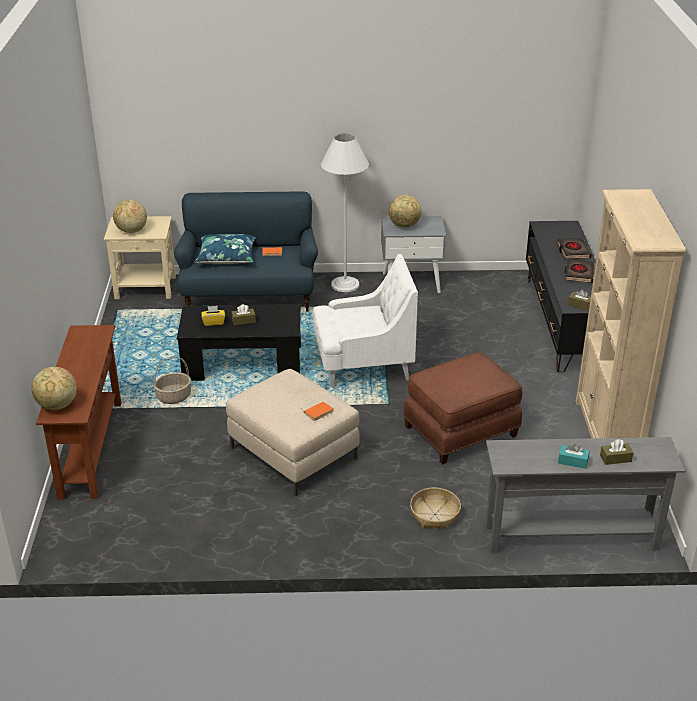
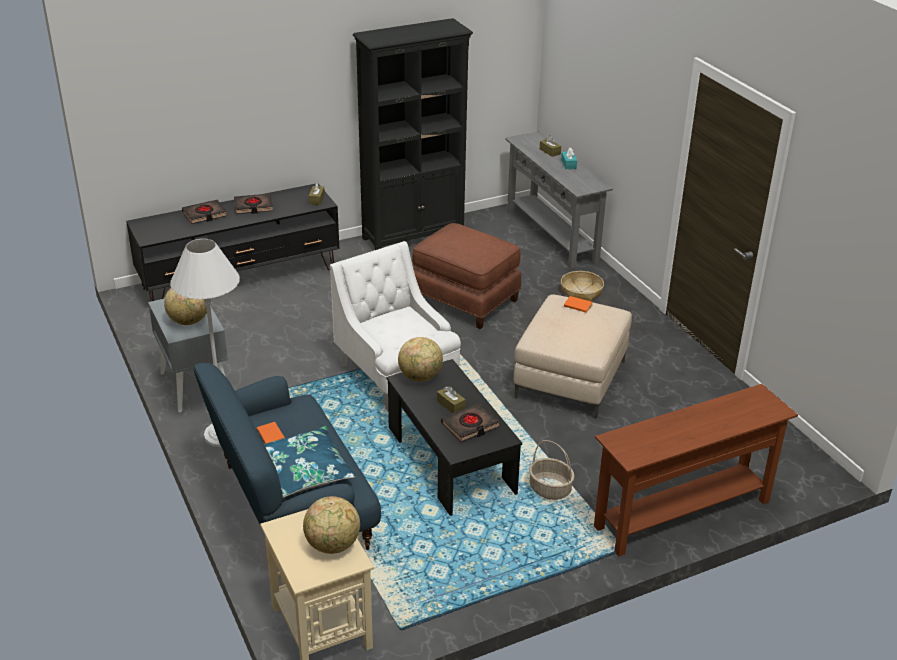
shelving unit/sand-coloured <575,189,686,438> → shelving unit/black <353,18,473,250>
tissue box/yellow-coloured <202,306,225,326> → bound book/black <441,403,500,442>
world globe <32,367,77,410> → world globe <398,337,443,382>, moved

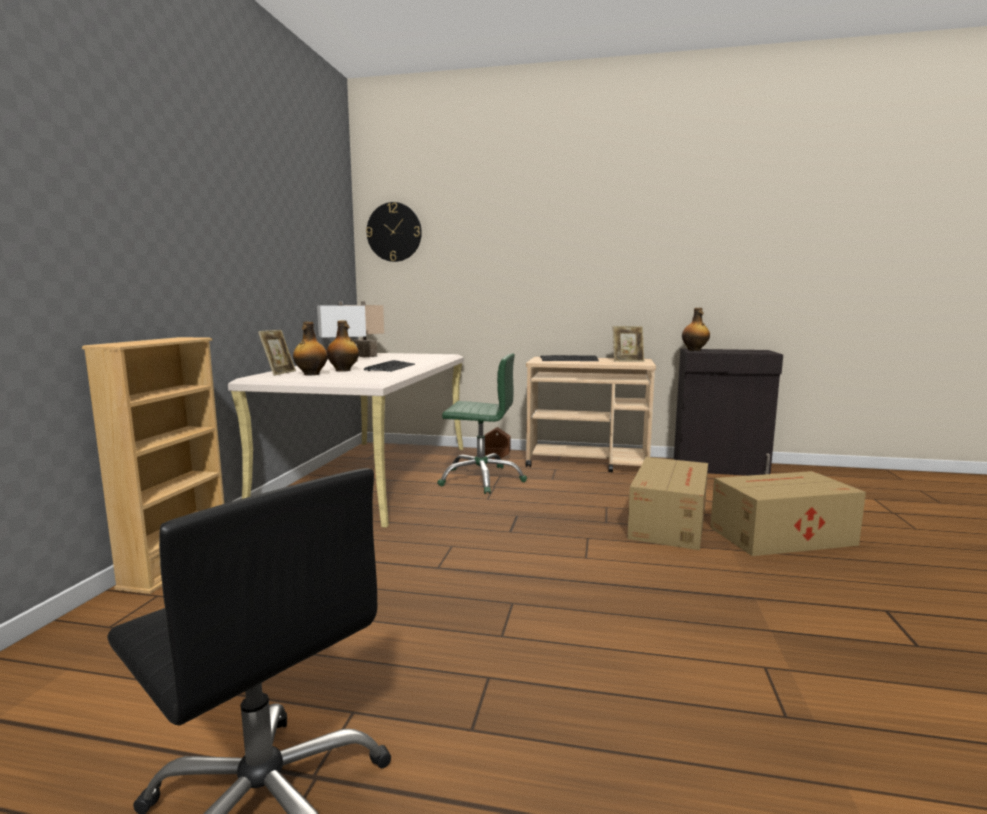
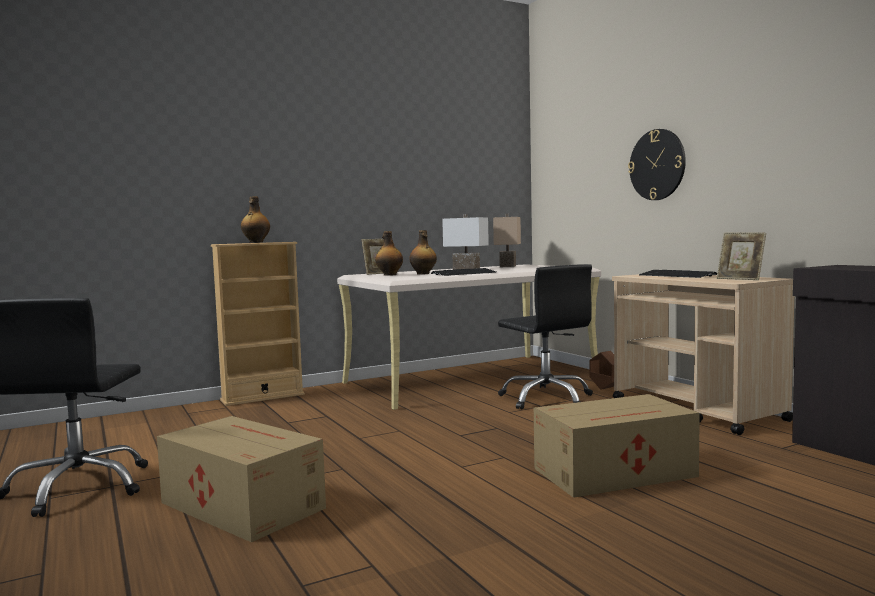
clock on the wall <366,202,422,262> → clock on the wall <628,129,686,200>, moved
drink bottle <682,308,710,351> → drink bottle <241,196,270,243>, moved
computer chair/green-coloured <437,353,527,494> → computer chair/black <498,264,593,410>
packing box <710,471,866,556> → packing box <157,416,326,542>, moved

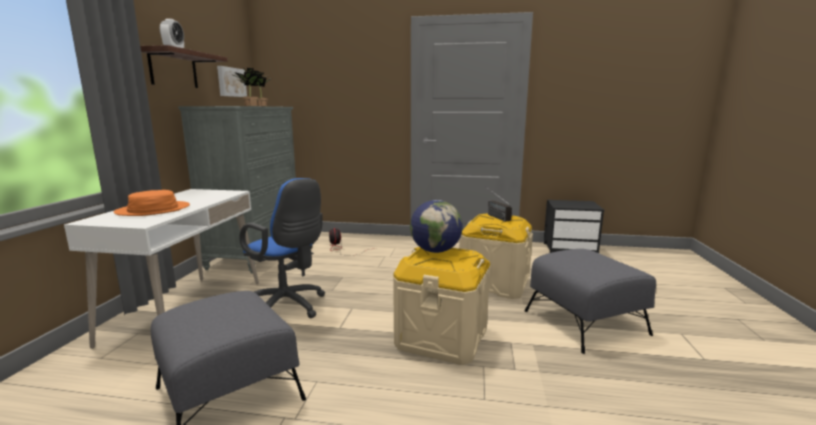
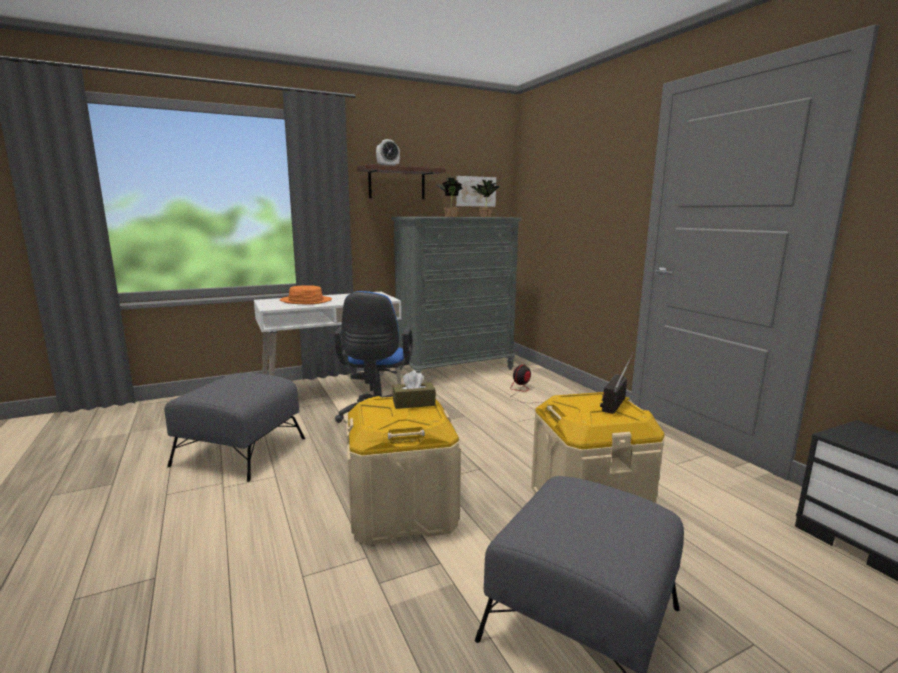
world globe <410,200,463,253> → tissue box/brown <392,370,436,409>

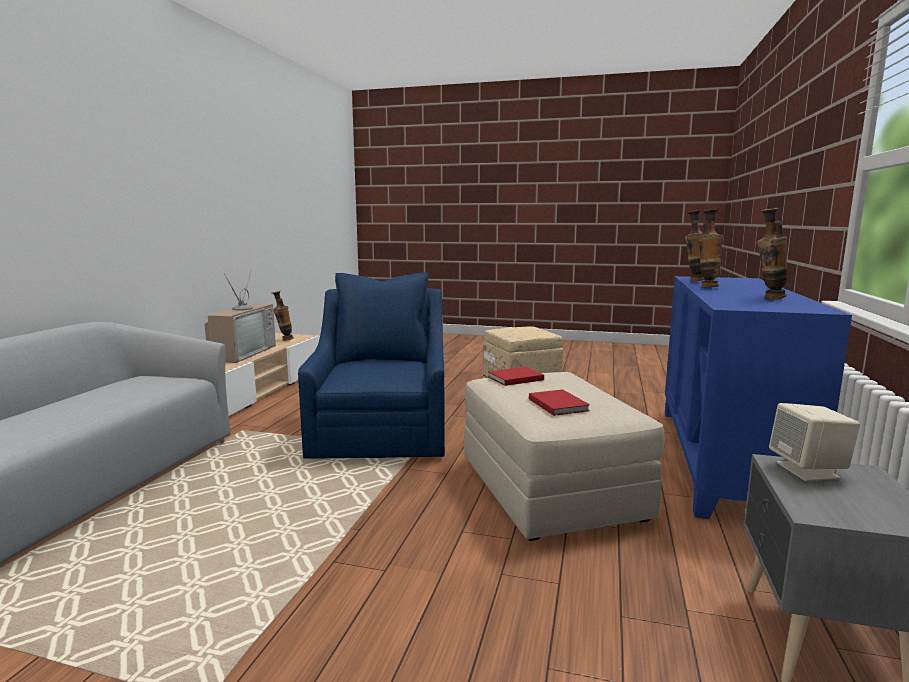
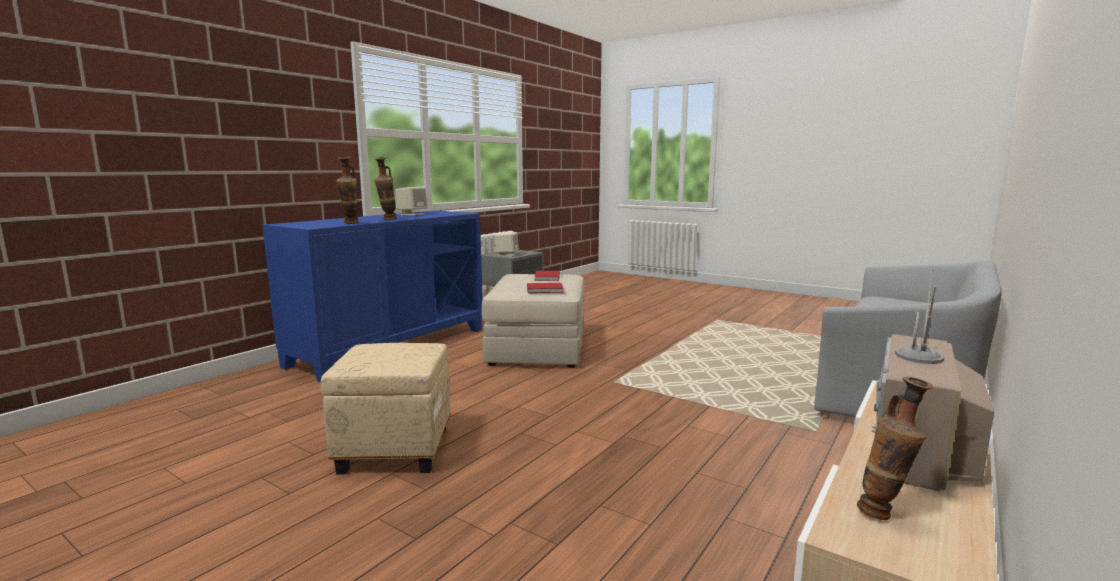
decorative vase <757,208,787,299> → loudspeaker/sand-coloured <395,187,428,216>
armchair/blue <298,272,445,459> → -

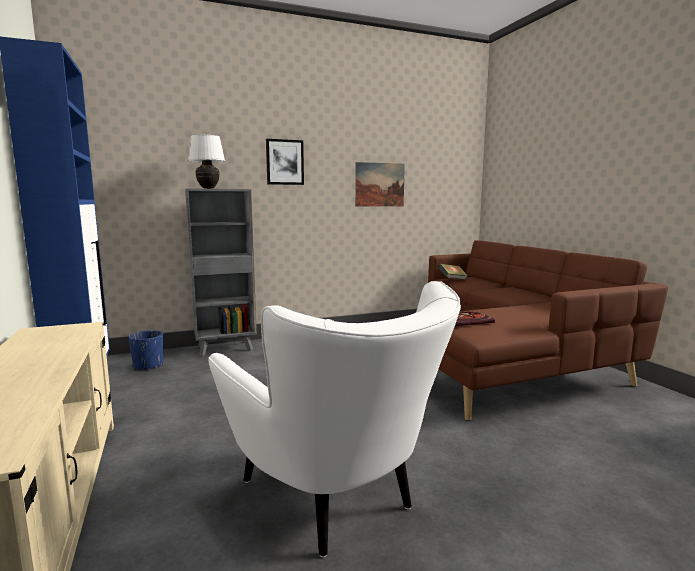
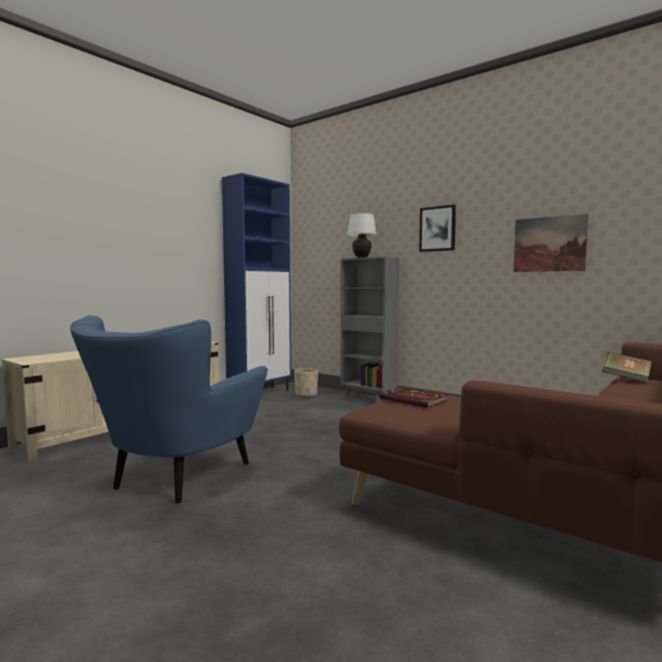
armchair/whitish <208,281,461,557> → armchair/blue <70,315,268,504>
planter/blue <128,330,163,370> → planter/sand-coloured <294,368,318,397>

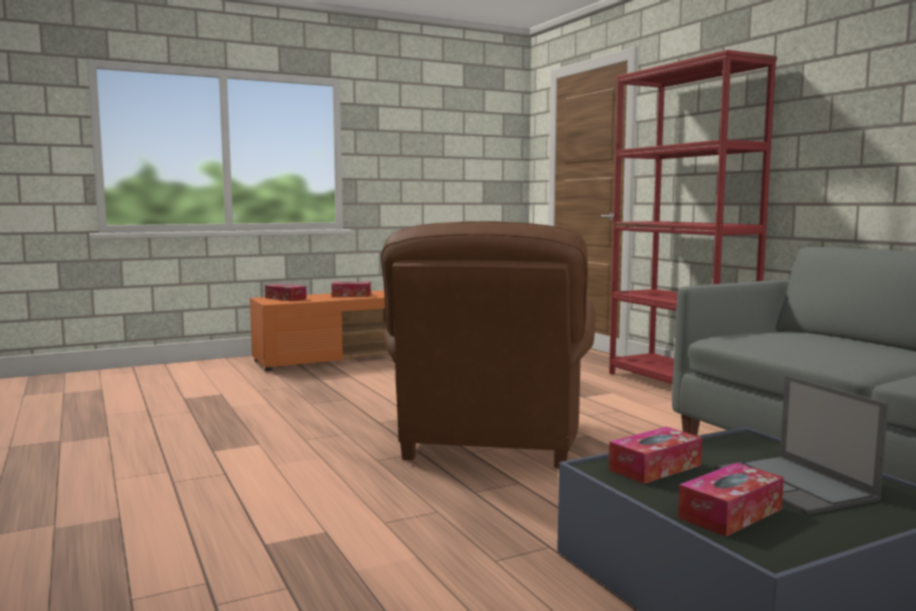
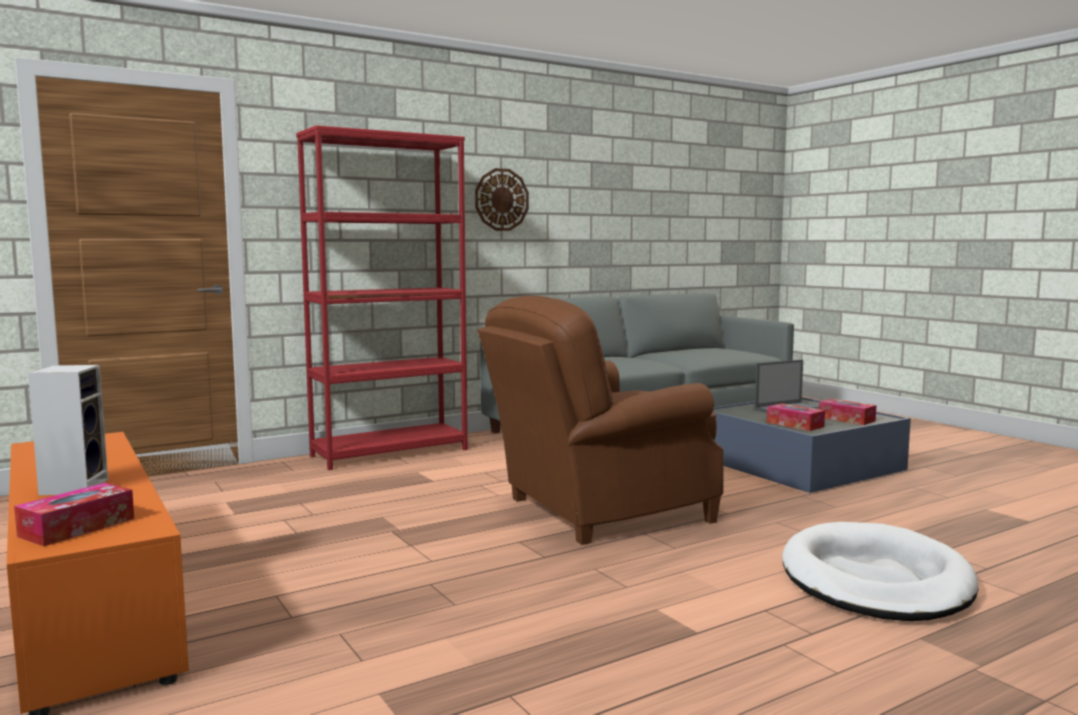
armchair/brown <381,221,596,468> → armchair/brown <477,296,724,545>, 150 degrees clockwise
tissue box <332,282,371,296> → loudspeaker <28,365,108,495>
- → clock on the wall <475,168,529,231>
- → dog cushion/whitish <782,522,979,621>

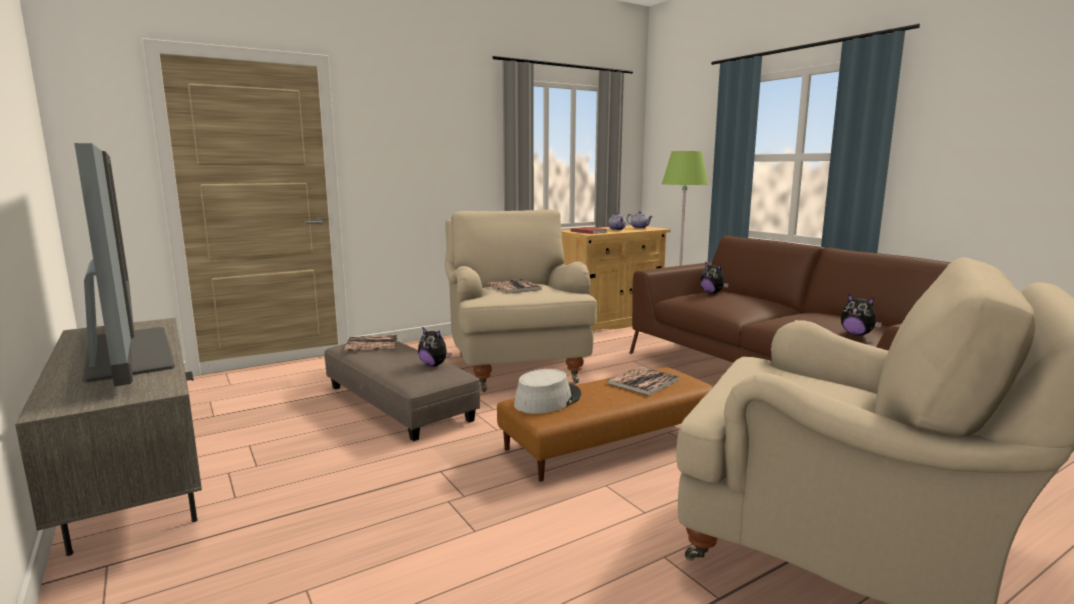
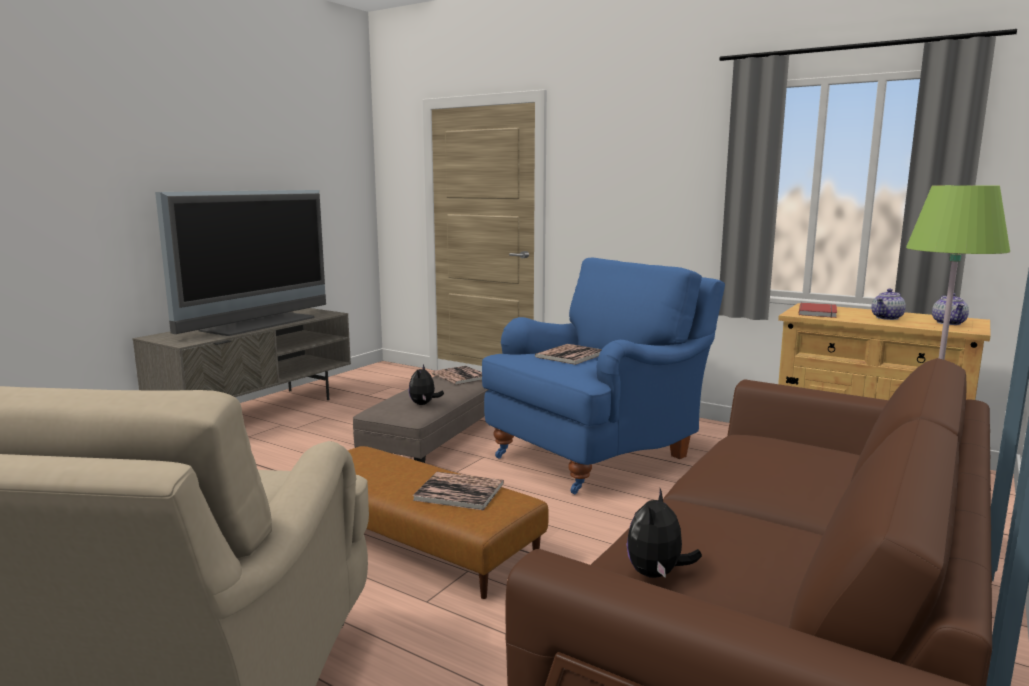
armchair/sand-coloured <445,209,597,392> → armchair/blue <482,258,725,494>
plush toy <700,262,729,294> → -
hat/grey <514,369,581,414> → -

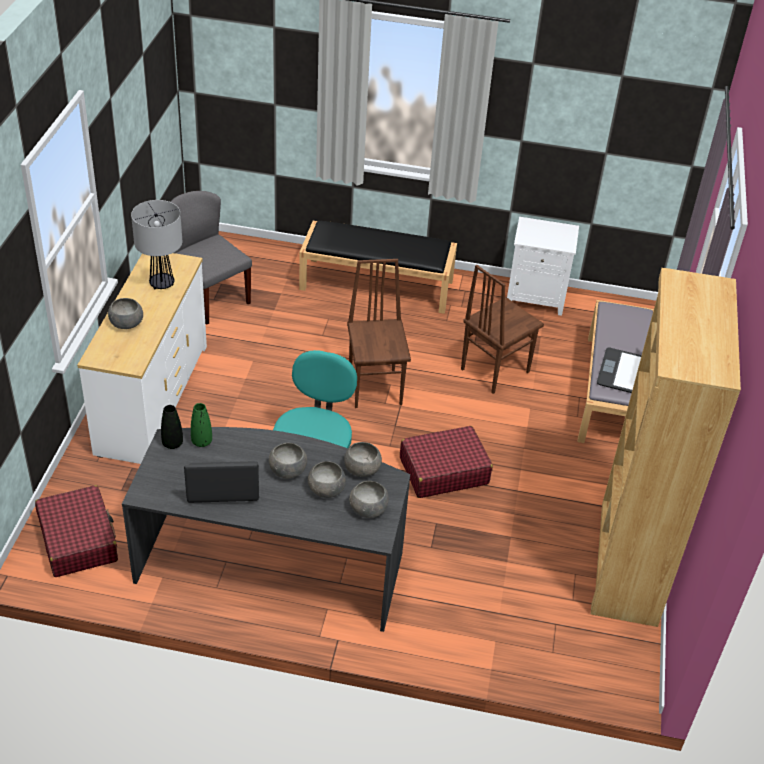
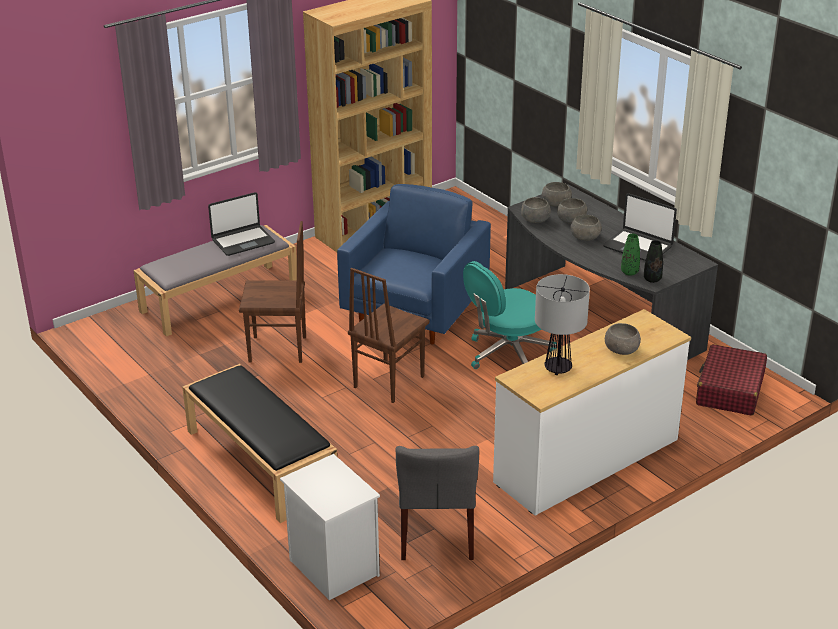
night table/whitish <507,217,579,316> → night table/whitish <280,454,380,600>, moved
piece of luggage/red-coloured <400,426,493,498> → armchair/blue <337,184,491,344>

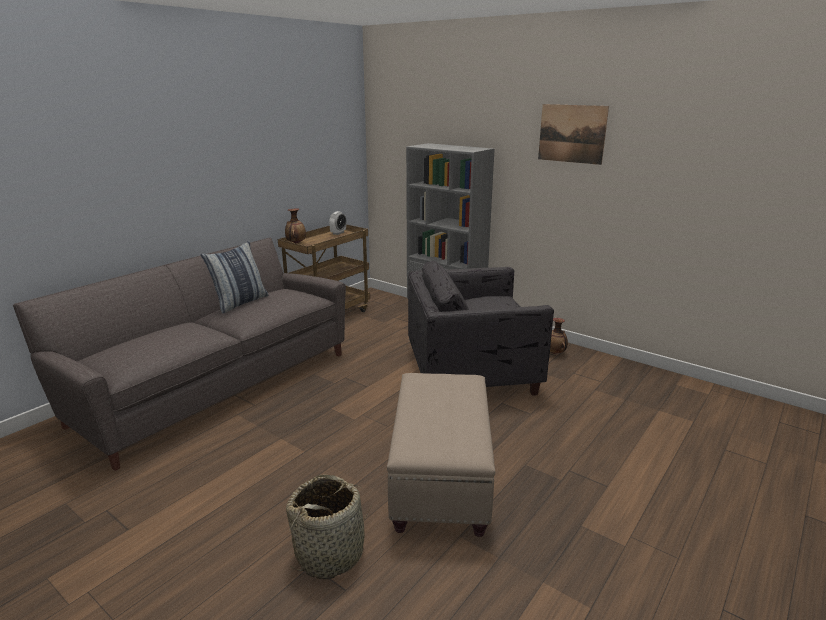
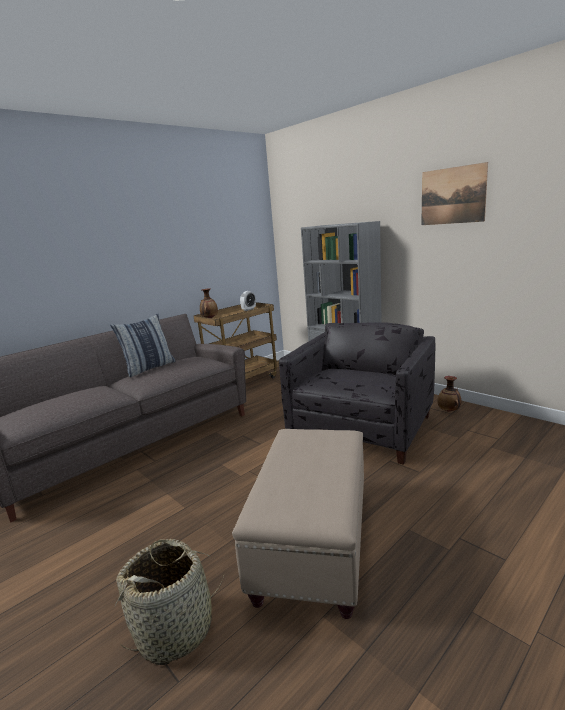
armchair/grey <408,261,554,396> → armchair/grey <279,322,435,465>, 120 degrees clockwise

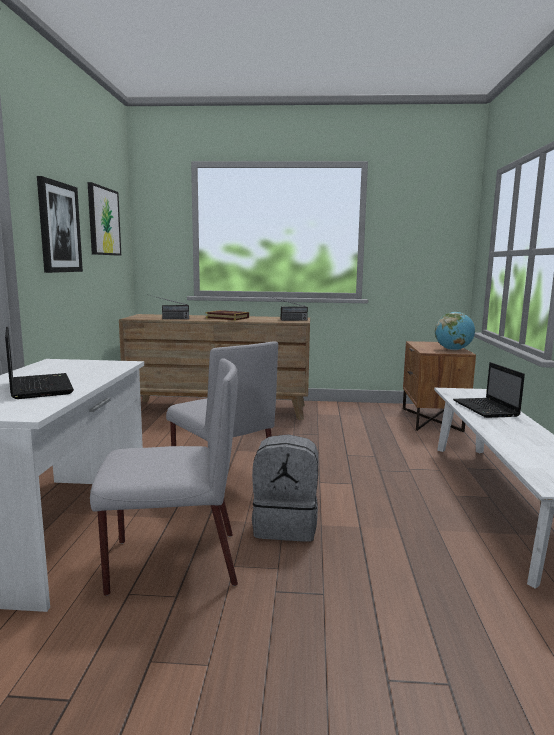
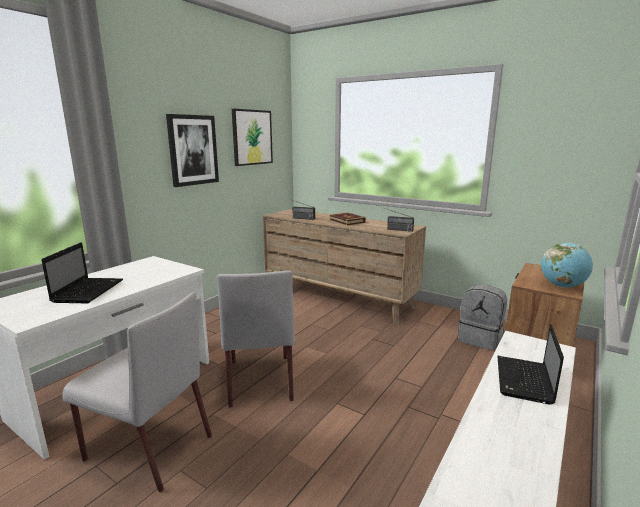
knapsack/grey <252,434,318,542> → knapsack/grey <458,285,507,351>, moved

